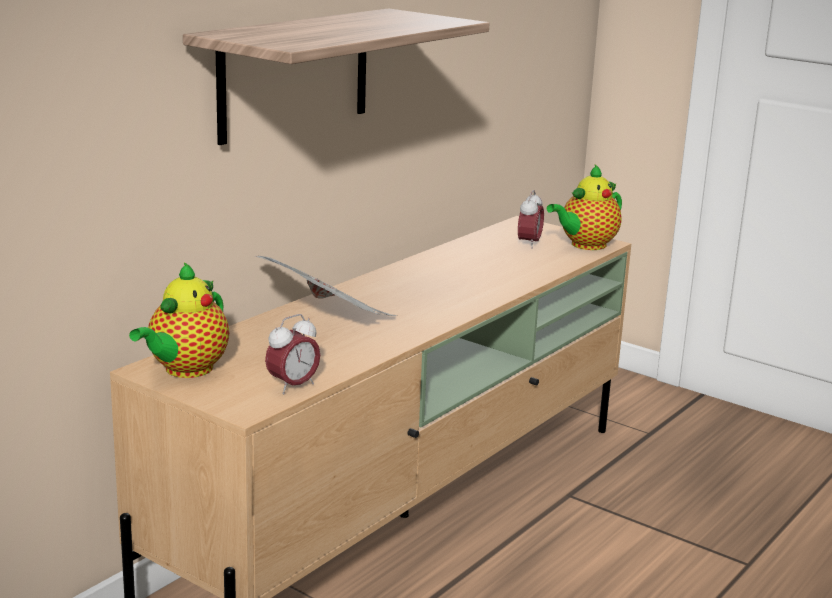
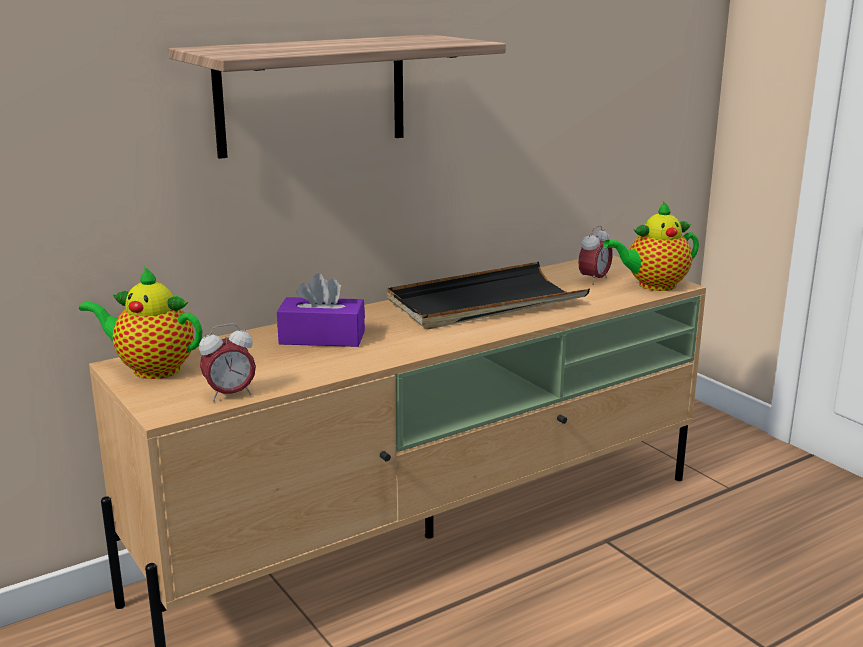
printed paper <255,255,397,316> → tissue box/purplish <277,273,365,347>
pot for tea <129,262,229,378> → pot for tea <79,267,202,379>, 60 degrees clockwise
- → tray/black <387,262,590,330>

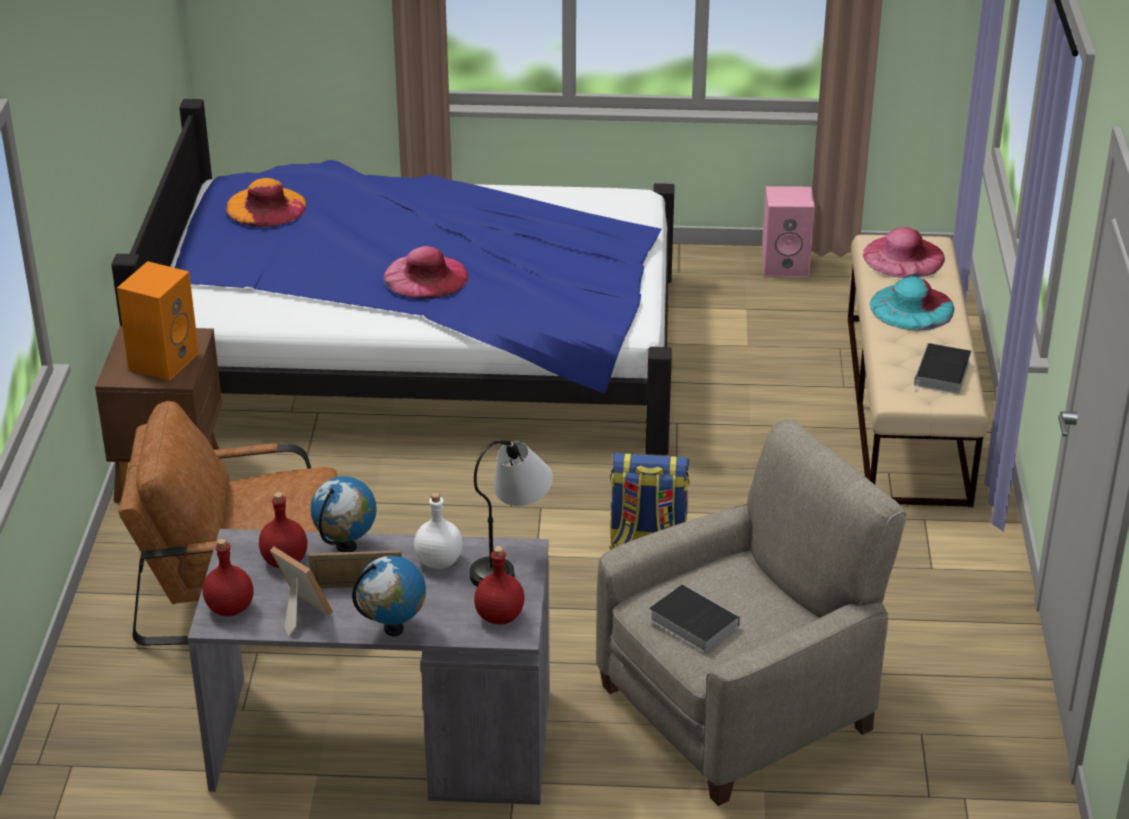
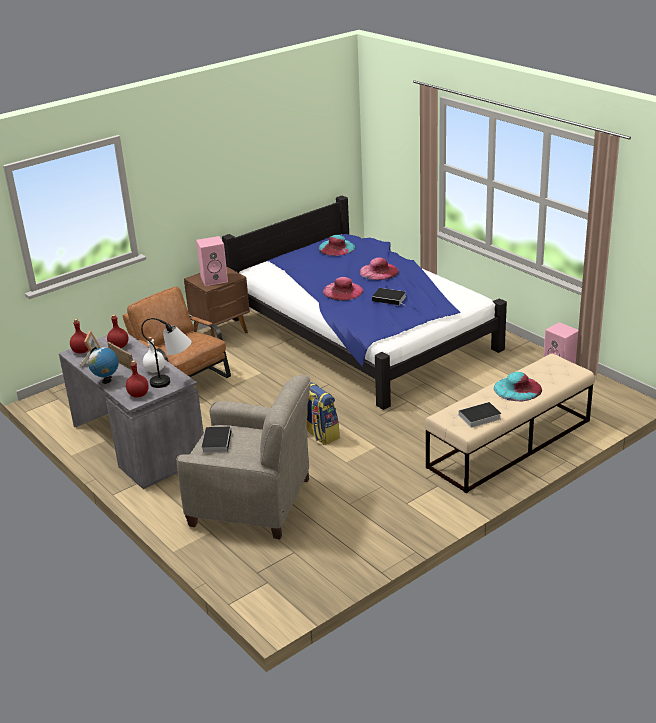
hat/orange <225,178,307,227> → hat/turquoise <319,235,355,256>
hat/pink <863,227,945,278> → hat/pink <360,258,399,280>, moved
loudspeaker/orange <117,261,199,381> → loudspeaker/pink <196,236,228,286>
world globe <311,476,377,552> → -
- → bound book <372,288,406,305>

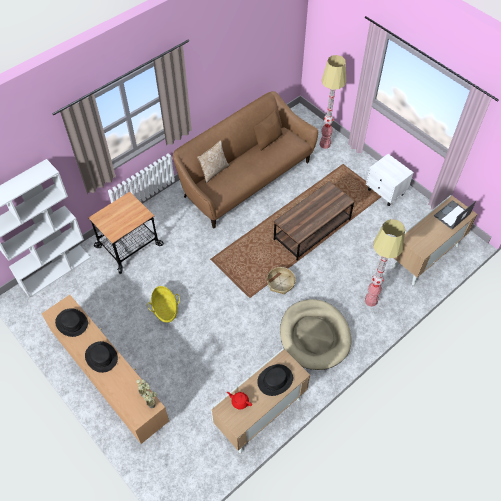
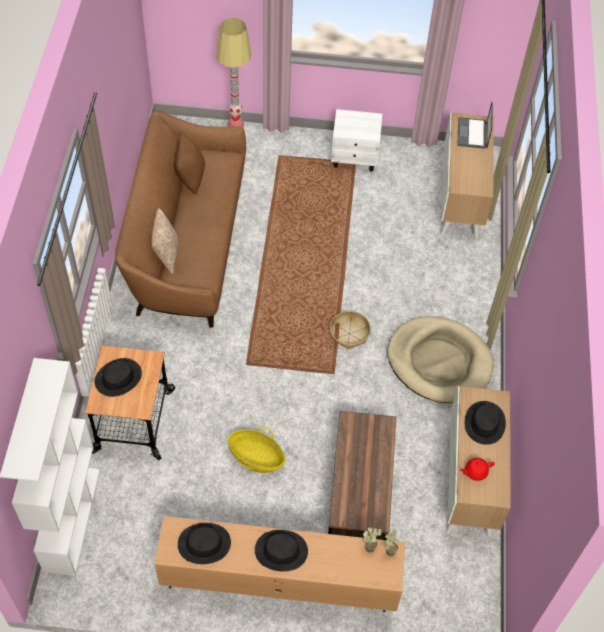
coffee table/brown <274,181,355,261> → coffee table/brown <328,411,396,540>, moved
floor lamp <365,219,405,307> → -
- → hat/black <95,358,142,397>

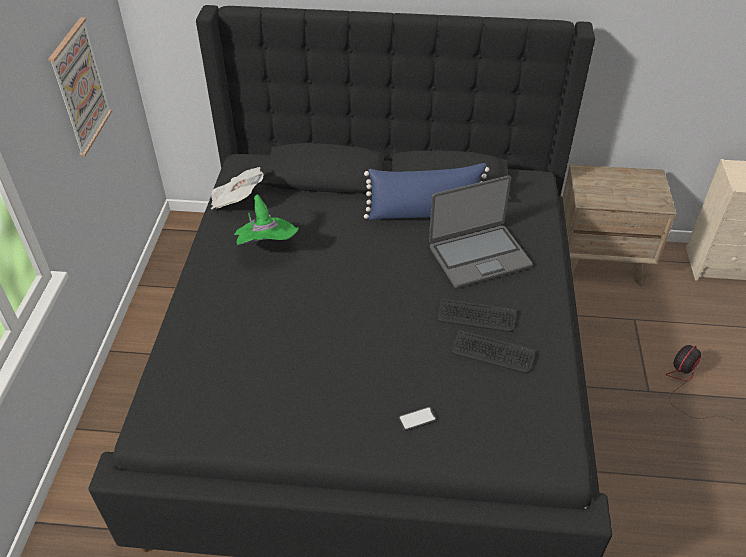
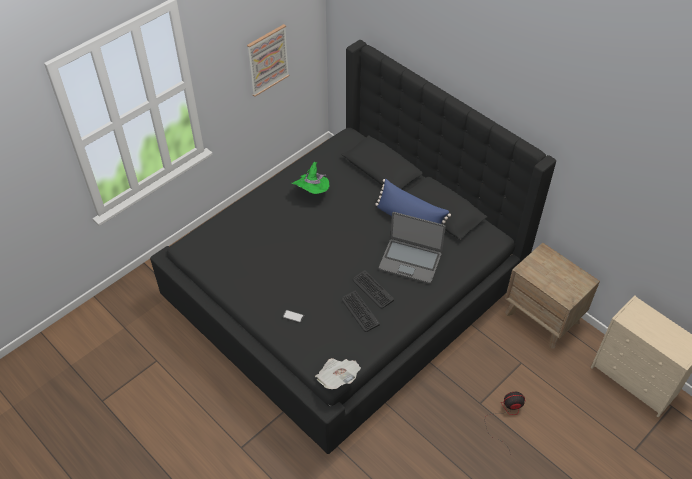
printed paper <211,167,264,210> → printed paper <315,358,361,389>, moved

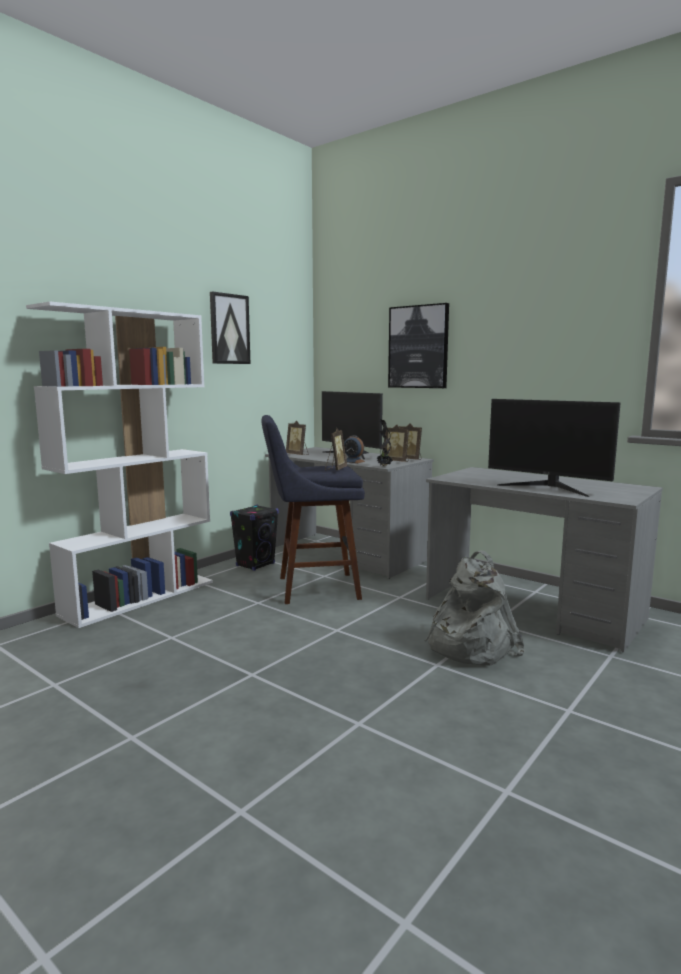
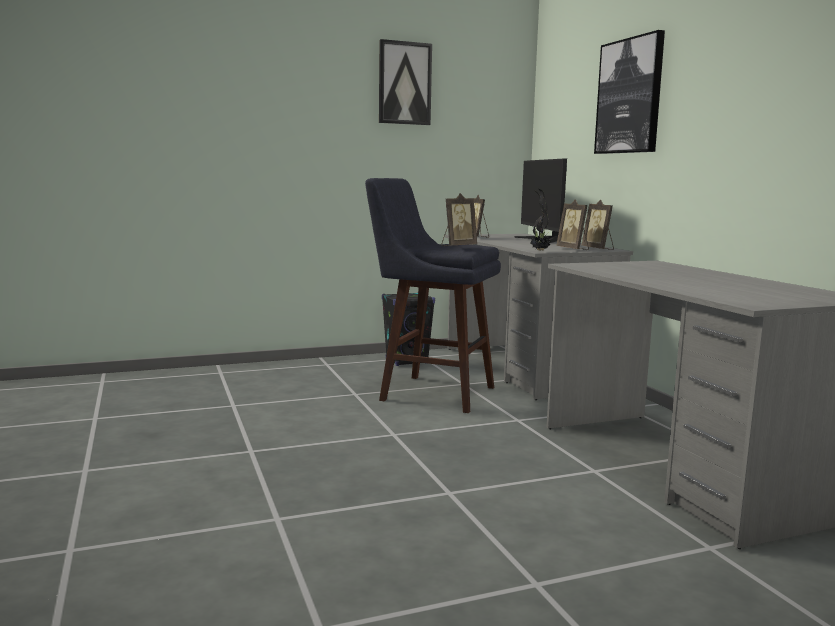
shelving unit/whitish <26,301,213,628> → -
computer screen <488,399,621,497> → -
table clock <344,435,365,463> → -
knapsack/grey <424,550,525,666> → -

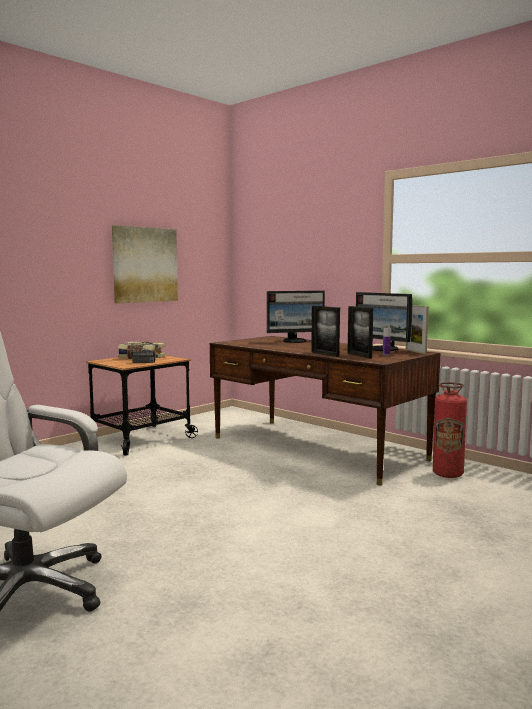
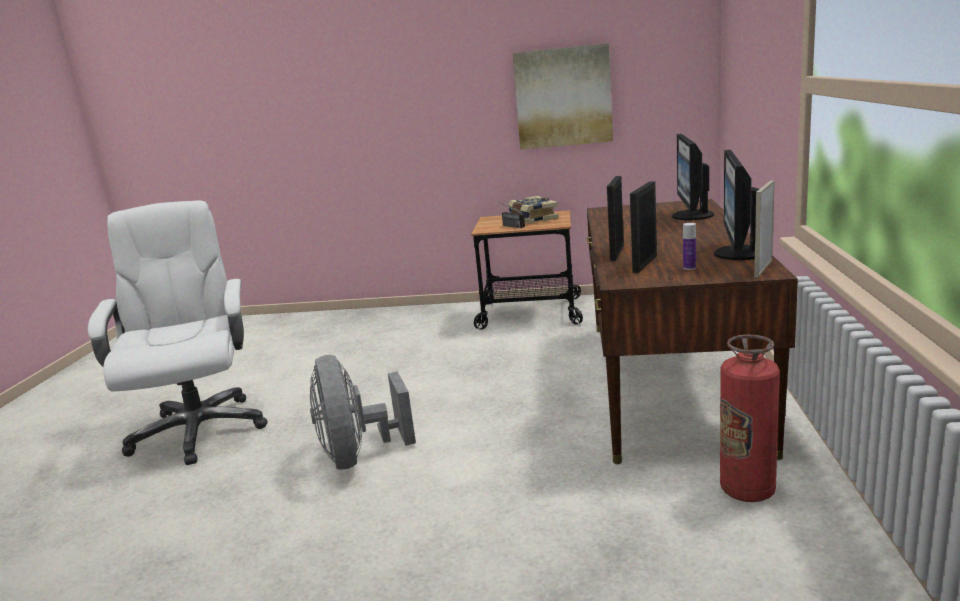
computer screen <267,291,325,343> → computer screen <672,134,714,220>, 60 degrees clockwise
- → cooling fan/grey <310,355,416,469>

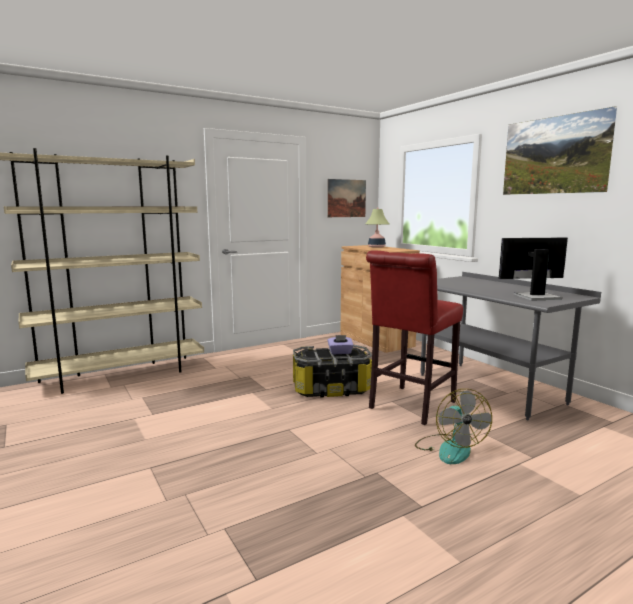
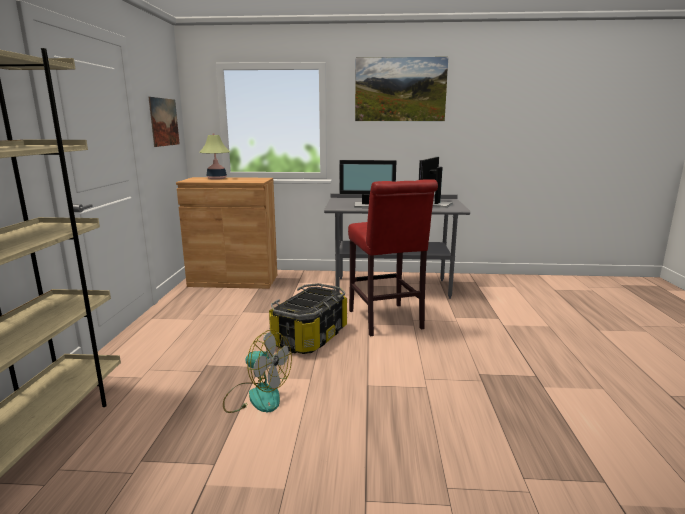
tissue box/purplish <328,335,354,354> → -
cooling fan <415,389,492,464> → cooling fan <223,330,292,413>, moved
- → computer screen <340,160,397,208>

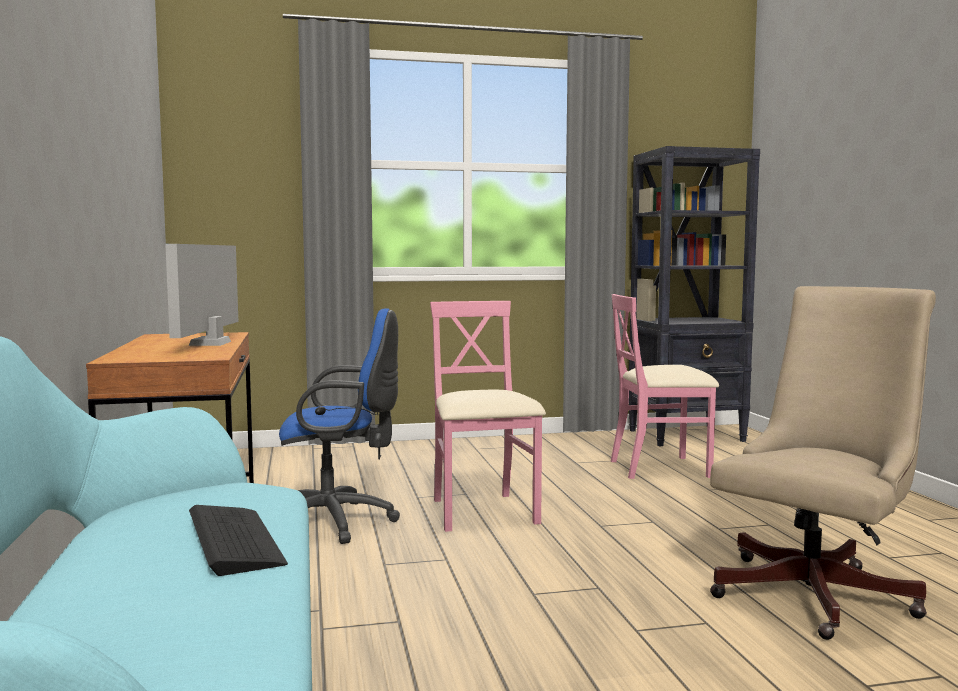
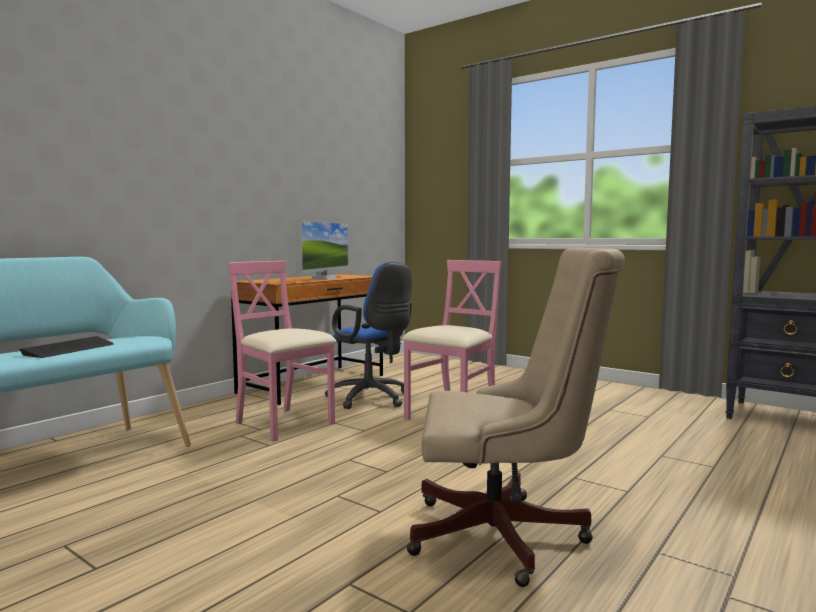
computer screen <165,244,238,346> → computer screen <295,220,349,280>, 150 degrees clockwise
chair/pink <611,294,719,479> → chair/pink <228,261,337,442>, moved

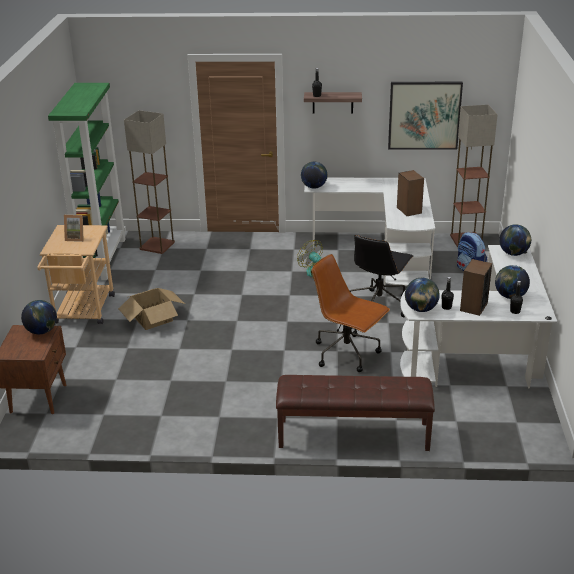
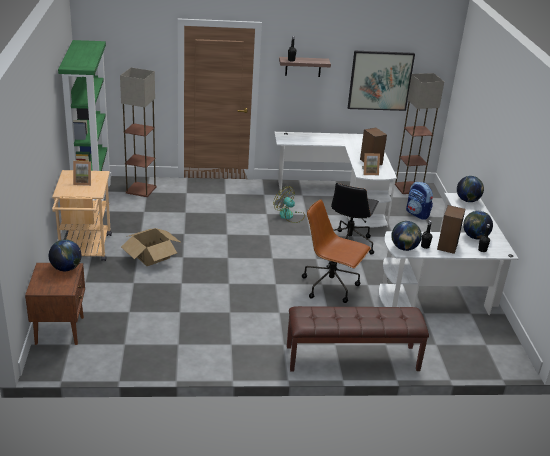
world globe <301,162,328,189> → -
- → picture frame <362,153,380,175>

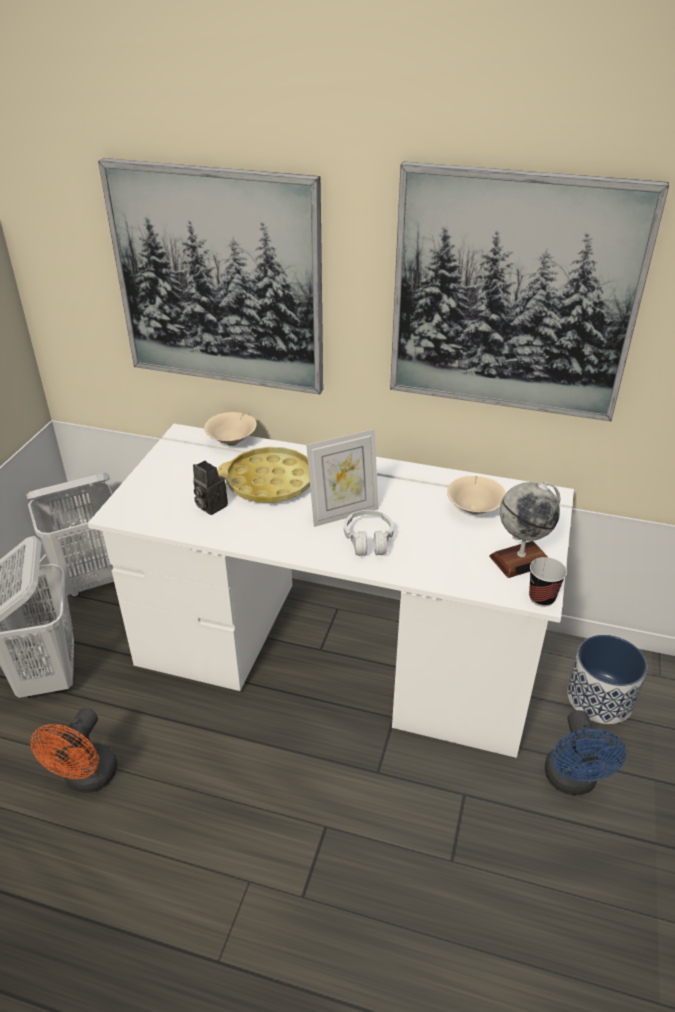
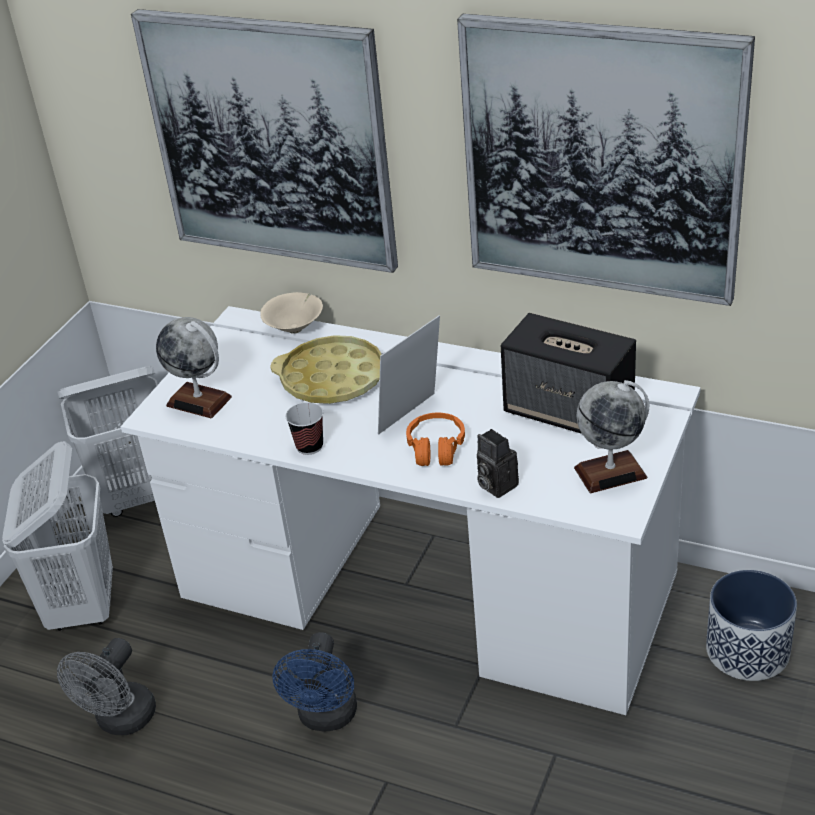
picture frame <306,429,378,527> → picture frame <378,315,440,435>, 150 degrees clockwise
still camera <193,461,228,515> → still camera <477,429,519,498>, moved
deep dish/sand-coloured <447,476,506,515> → loudspeaker <501,313,636,434>
pair of headphones/whitish <344,510,394,556> → pair of headphones/orange <406,413,465,466>
drinking cup <529,557,567,607> → drinking cup <286,402,323,455>, moved
cooling fan/orange <30,708,118,793> → cooling fan/grey <57,638,156,735>
cooling fan/blue <544,710,626,795> → cooling fan/blue <273,632,357,731>, moved
- → world globe <156,317,232,418>

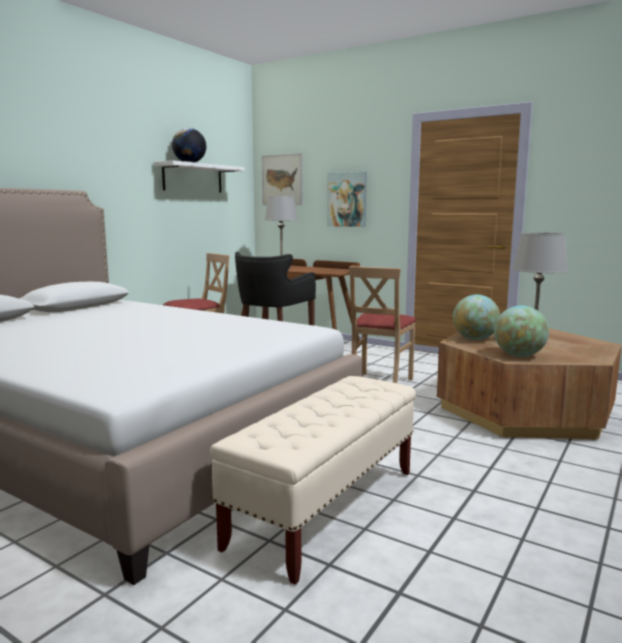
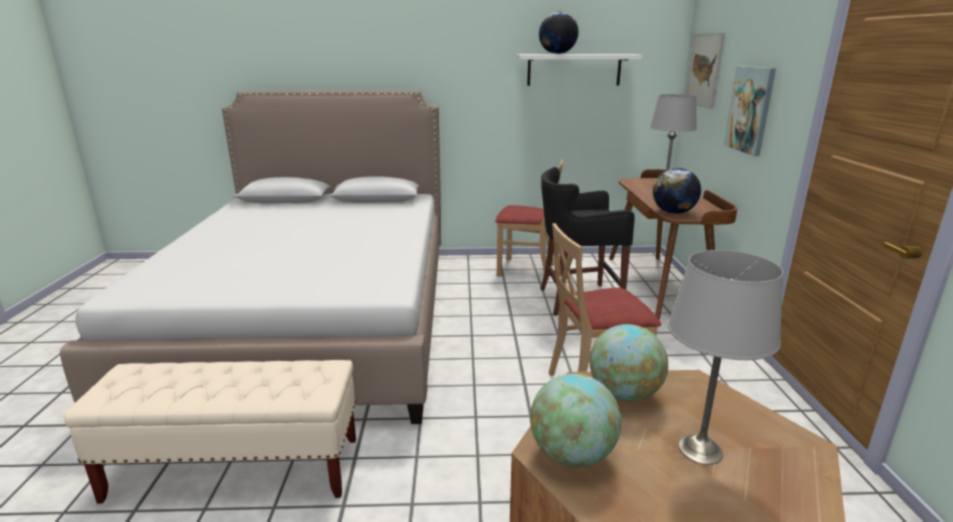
- → world globe <653,168,701,214>

